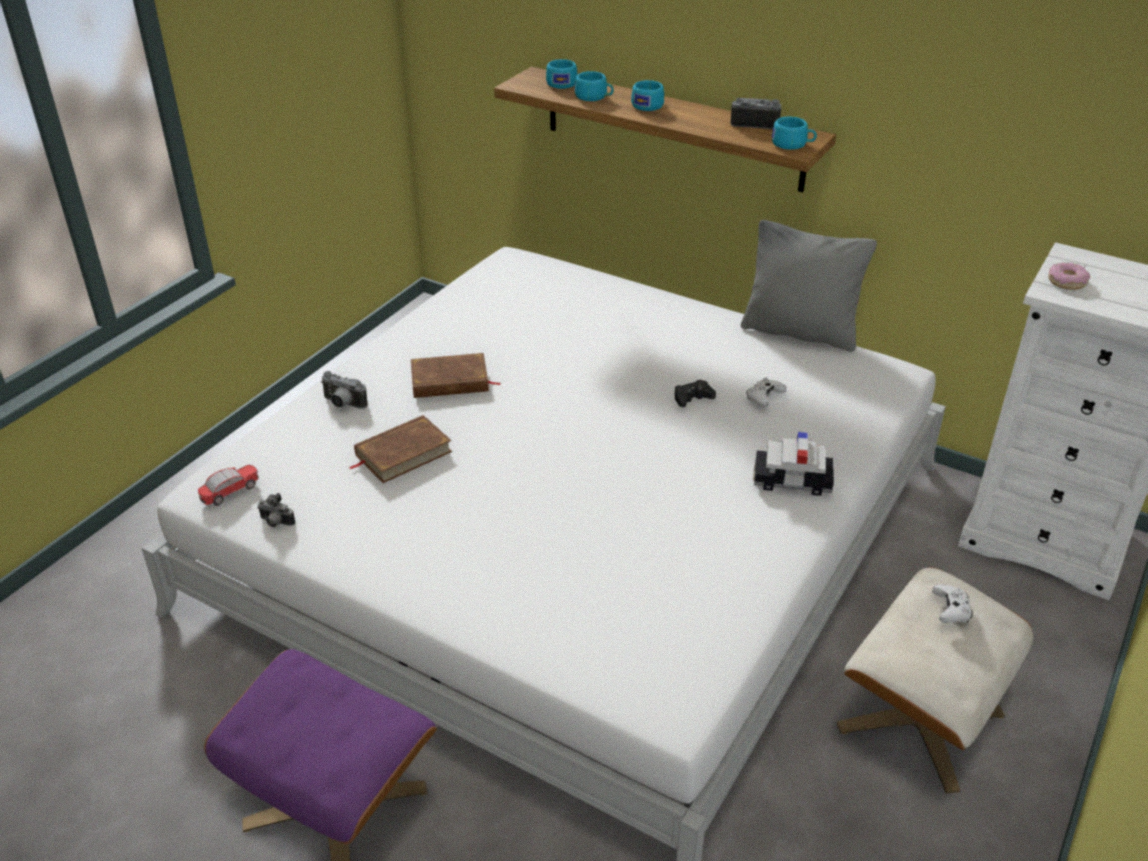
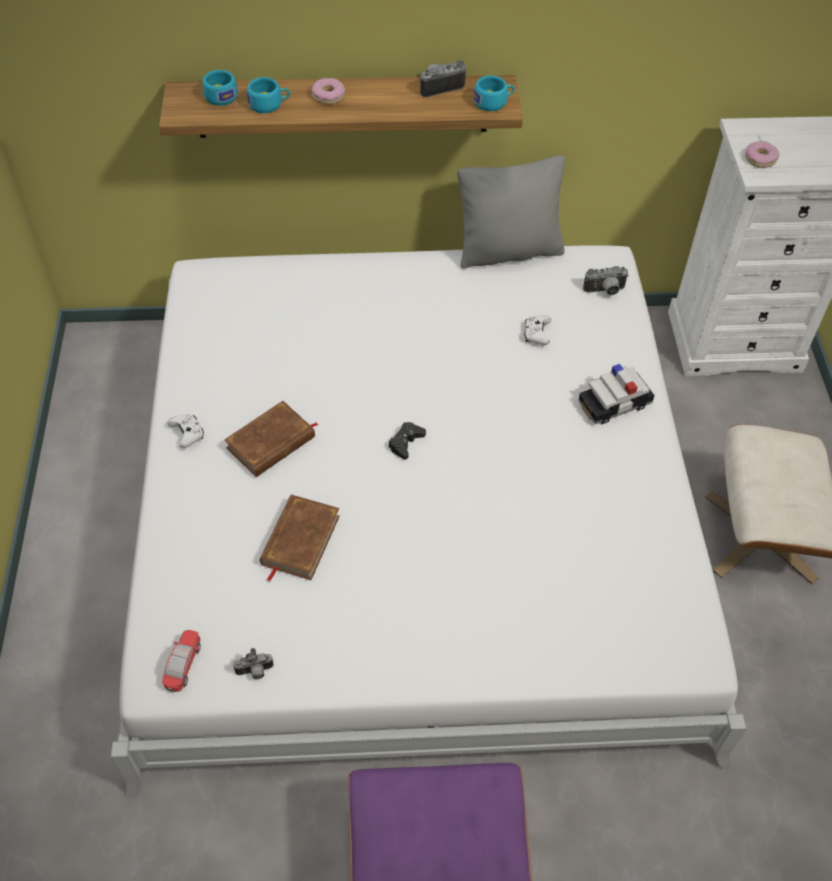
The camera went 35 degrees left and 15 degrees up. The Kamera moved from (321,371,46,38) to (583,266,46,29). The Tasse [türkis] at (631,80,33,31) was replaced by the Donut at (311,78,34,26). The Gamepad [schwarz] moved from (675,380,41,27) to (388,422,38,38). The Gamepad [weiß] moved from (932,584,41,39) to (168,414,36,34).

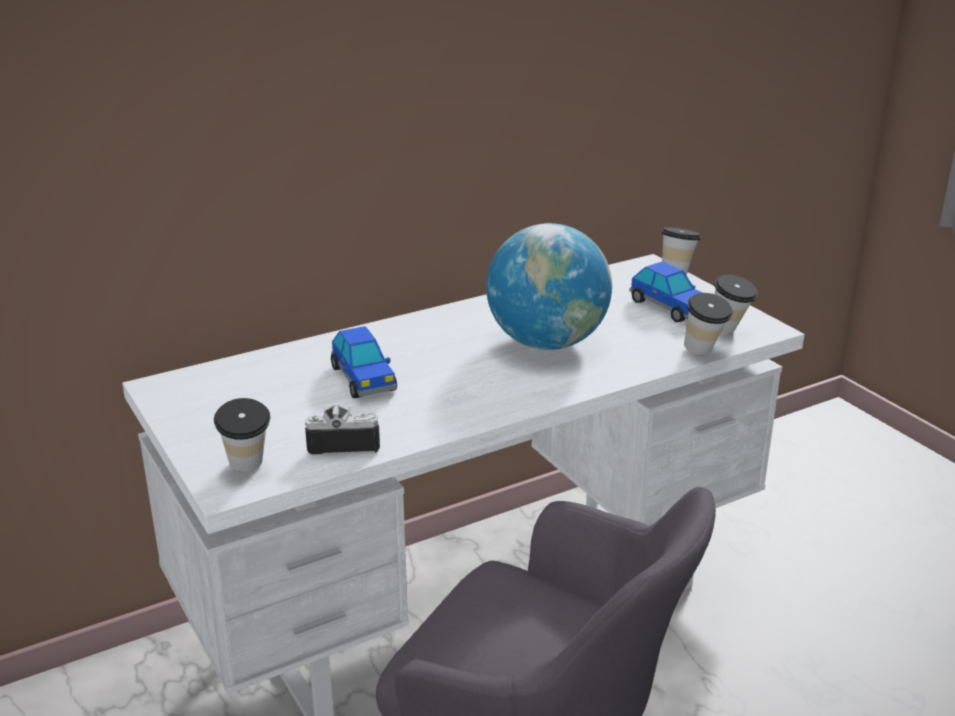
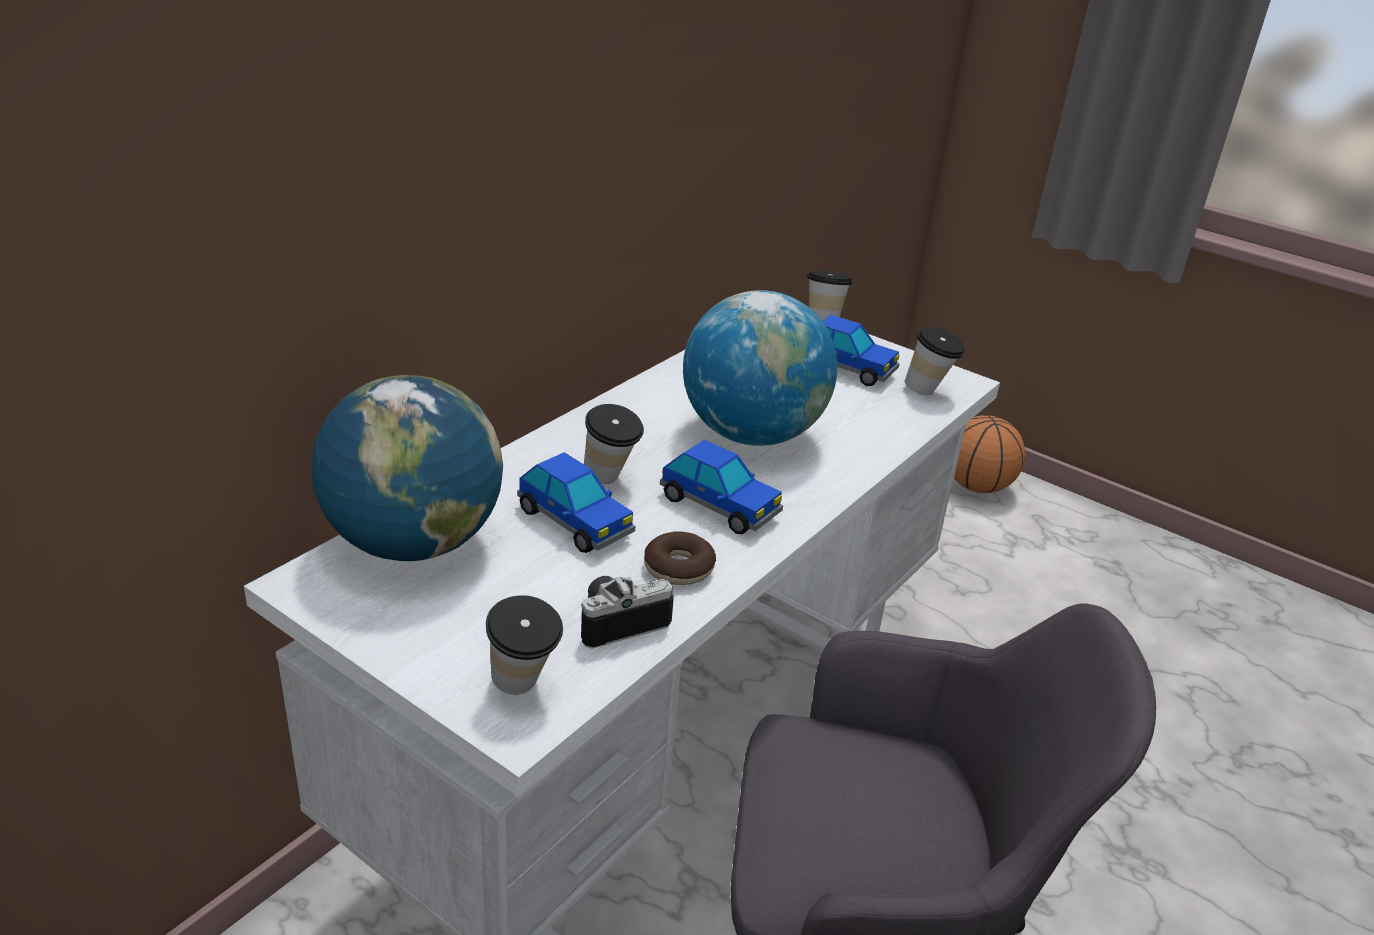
The camera went 25 degrees left and 5 degrees up. The Tasse moved from (684,293,49,62) to (584,404,60,80). The Globus at (312,375,191,186) appeared. The Donut at (644,532,72,53) appeared. The Spielzeugauto at (660,439,123,95) appeared. The Basketball at (954,415,72,78) appeared.

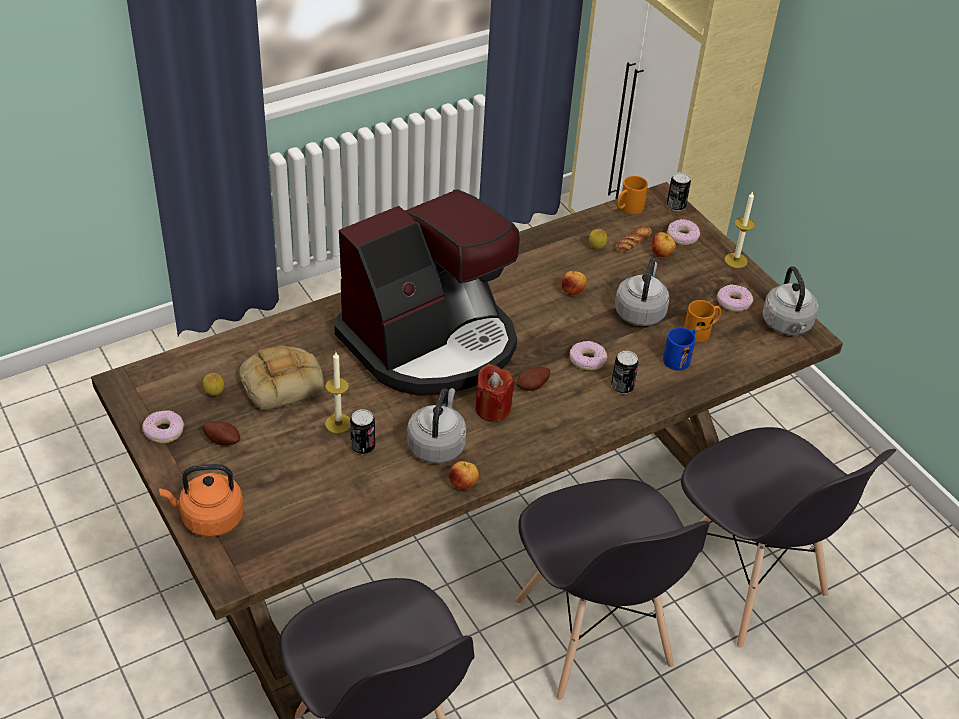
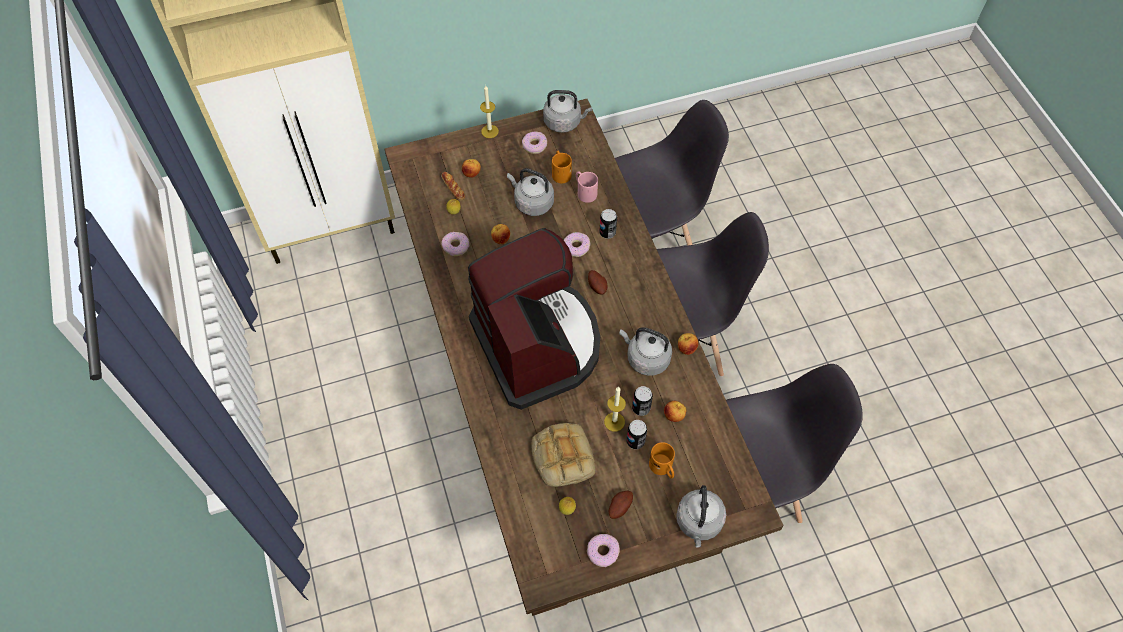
The camera went 75 degrees left and 15 degrees up. The Wasserkessel [orange] at (159,464,85,73) became the Wasserkessel [grau] at (676,485,50,62). The Kerze [rot] at (475,364,39,58) disappeared. The Henkelbecher [orange] moved from (617,176,31,38) to (649,442,26,37). The Henkelbecher [blau] at (663,327,33,44) became the Henkelbecher [rosa] at (576,171,22,32). The Dose moved from (667,172,24,39) to (626,420,21,29). The Donut moved from (667,219,33,26) to (441,232,28,24). The Apfel at (664,401,22,21) appeared.

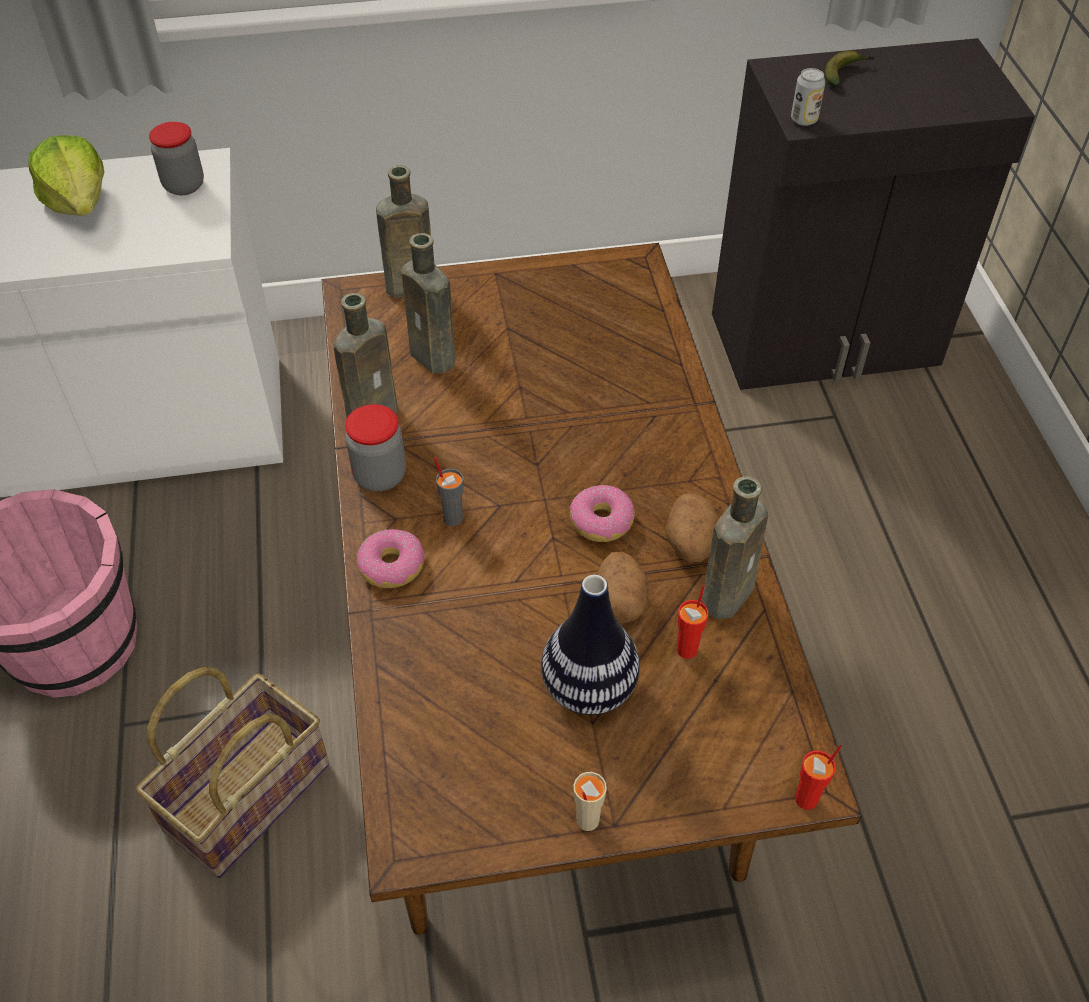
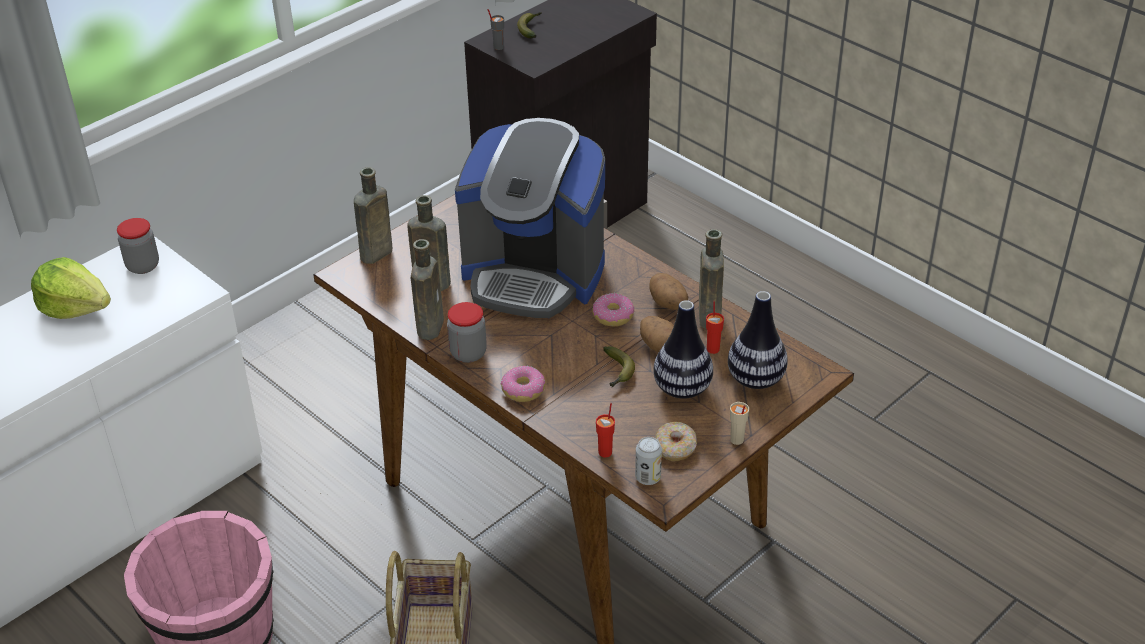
The camera went 35 degrees left and 10 degrees down. The Tasse [grau] moved from (434,457,30,69) to (487,9,17,41). The Dose moved from (791,68,35,58) to (635,437,27,48). The Tasse [rot] moved from (795,745,47,65) to (596,403,19,54). The Kaffeemaschine at (455,118,150,200) appeared. The Banane at (603,346,32,41) appeared. The Donut at (655,422,42,39) appeared. The Vase at (728,291,60,98) appeared.

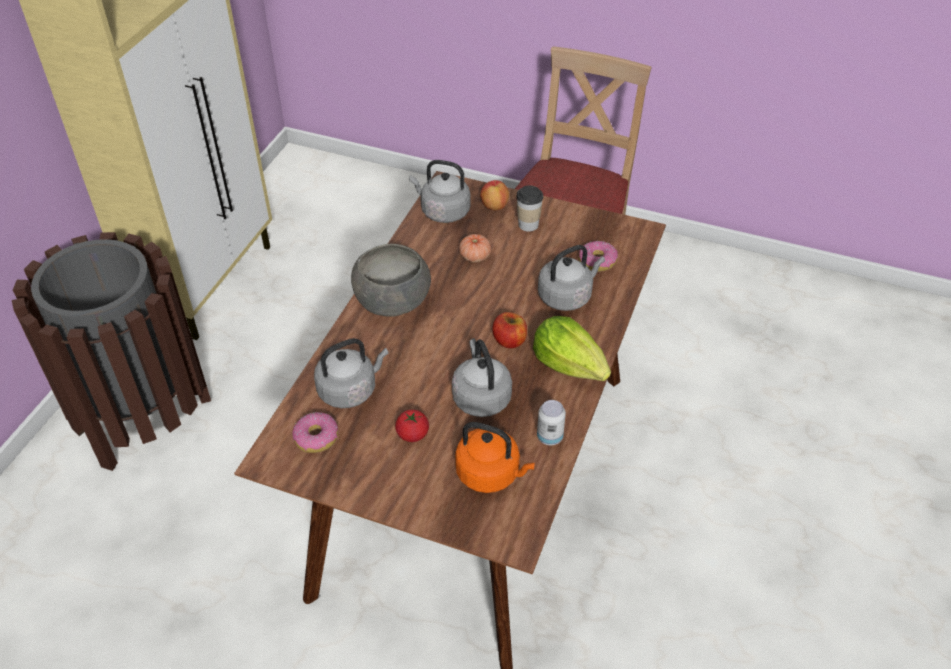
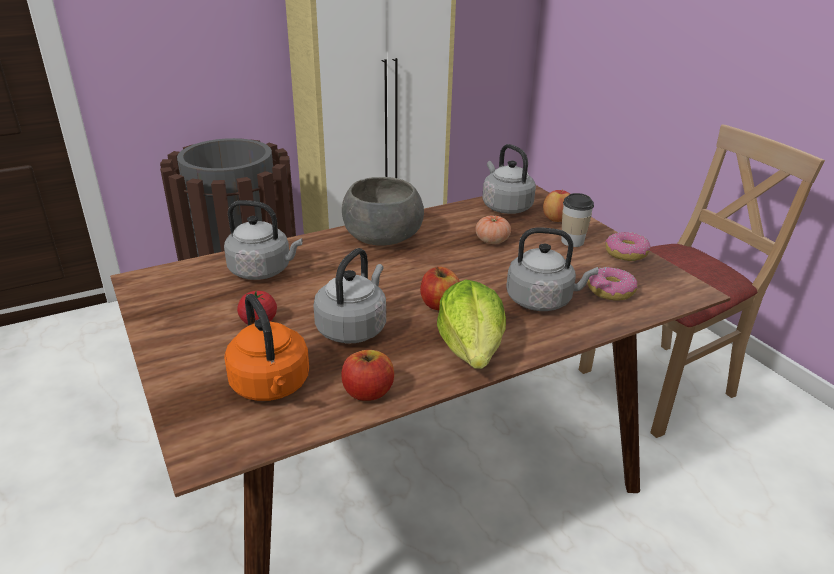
The camera went 40 degrees right and 15 degrees down. The Donut moved from (292,412,46,41) to (605,232,45,29). The Dose at (537,400,29,45) was replaced by the Apfel at (341,350,53,51).

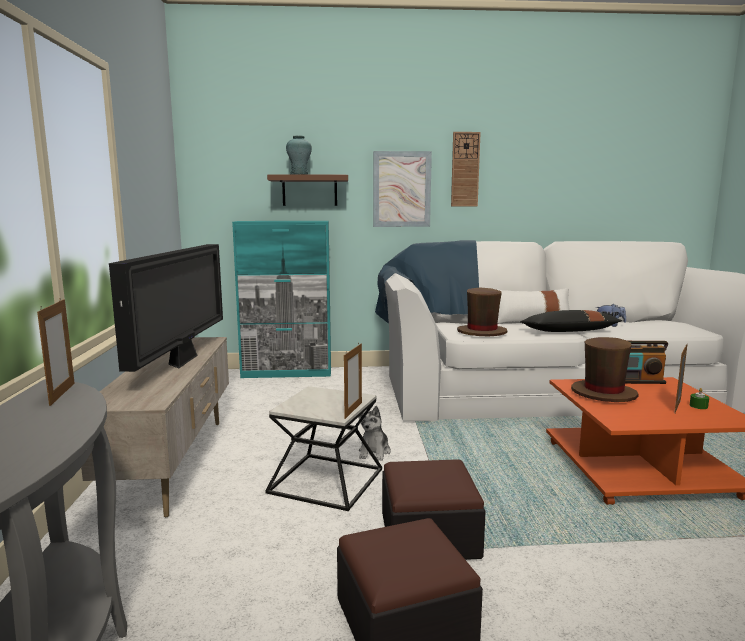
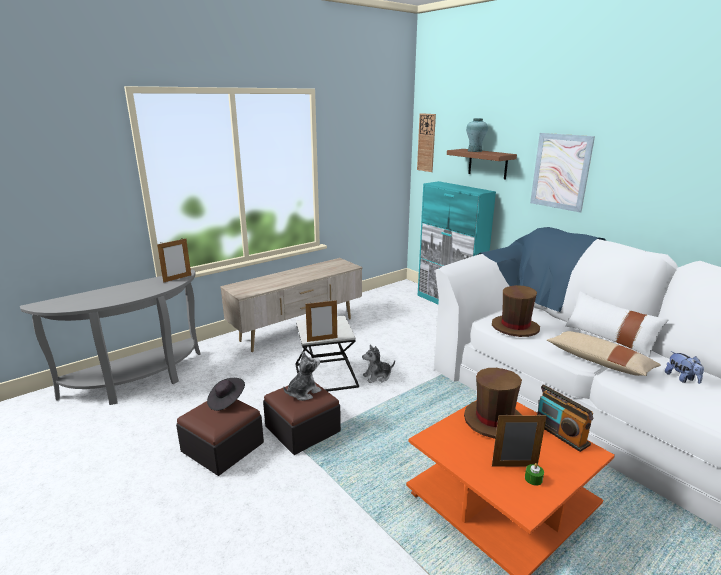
The camera went 55 degrees right and 10 degrees up. The Fernseher at (109,244,114,128) disappeared. The Wanduhr moved from (451,132,30,74) to (417,113,19,59). The Kissen [schwarz] at (520,310,102,22) became the Kissen [beige] at (547,331,114,45). The Hut [schwarz] at (207,378,38,33) appeared. The Plüschtier at (283,351,39,50) appeared.

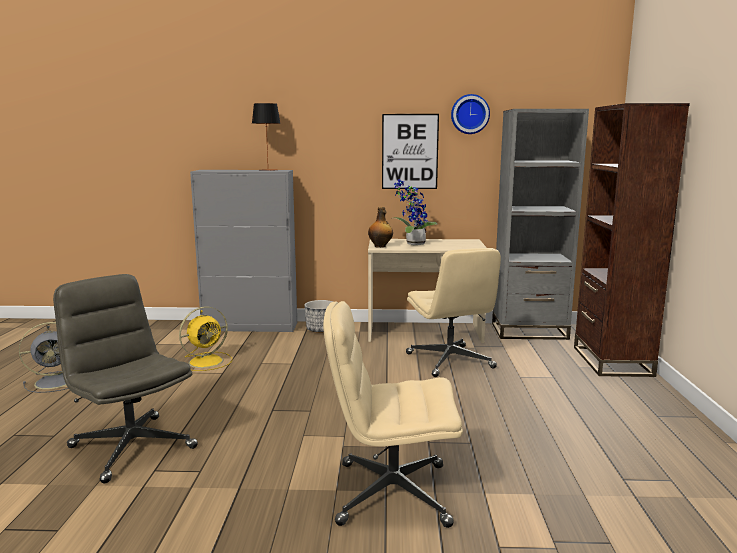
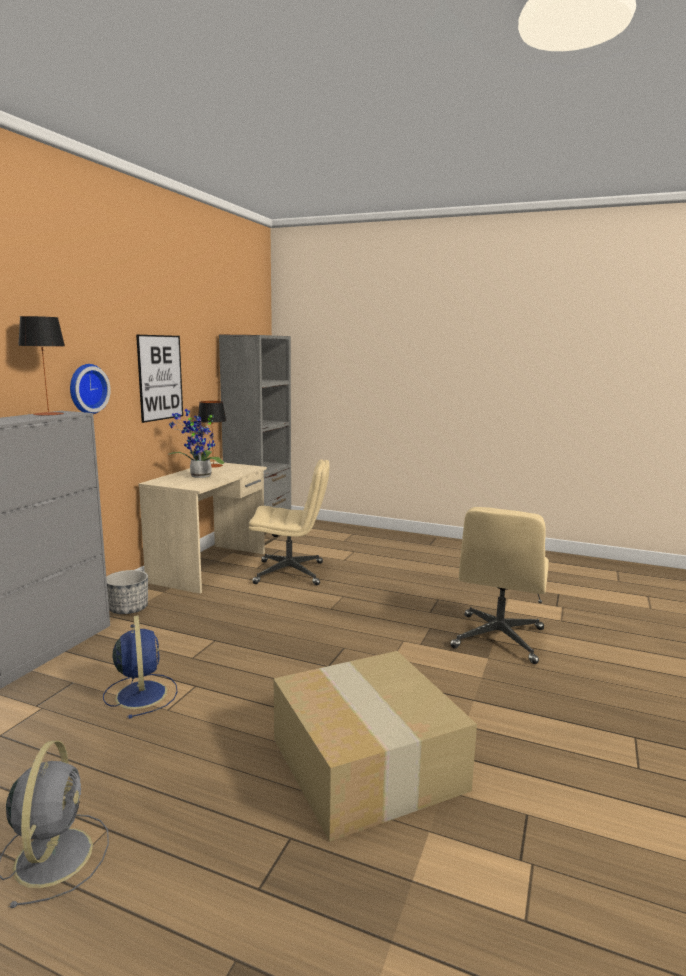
The camera went 70 degrees left and 0 degrees up. The Bürostuhl [grau] at (53,274,145,209) was replaced by the Karton at (273,651,204,191). The Ventilator [gelb] at (179,307,53,64) became the Ventilator [blau] at (103,615,75,104). The Flasche at (368,207,25,41) disappeared. The Wanduhr moved from (451,94,39,40) to (70,364,41,50). The Bücherregal [braun] at (574,103,116,274) disappeared. The Tischlampe at (198,401,28,67) appeared.

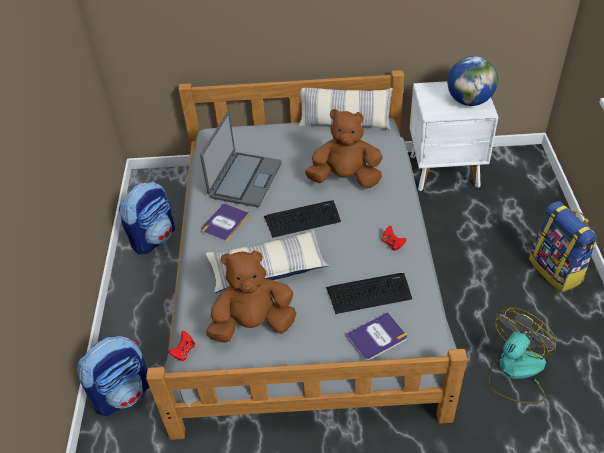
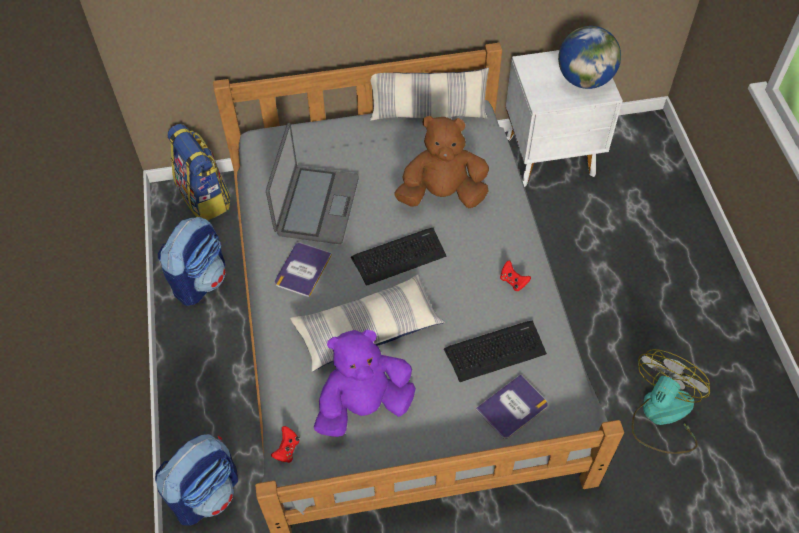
The camera went 10 degrees left and 10 degrees up. The Plüschtier [braun] at (206,250,91,93) became the Plüschtier [lila] at (314,329,102,108). The Rucksack moved from (529,201,68,91) to (167,124,63,97).

